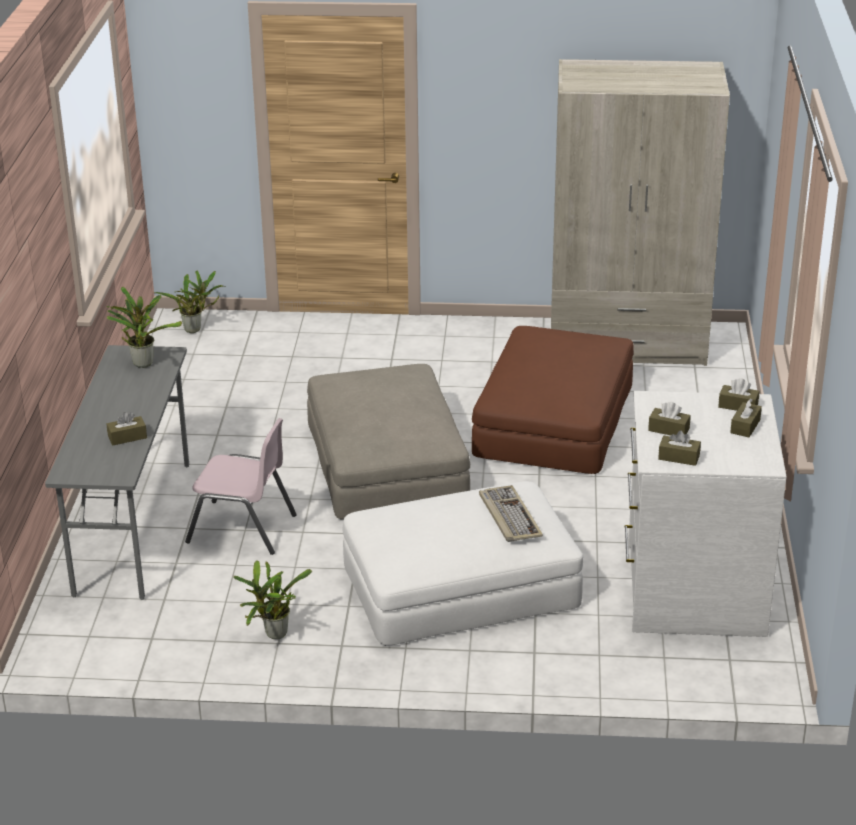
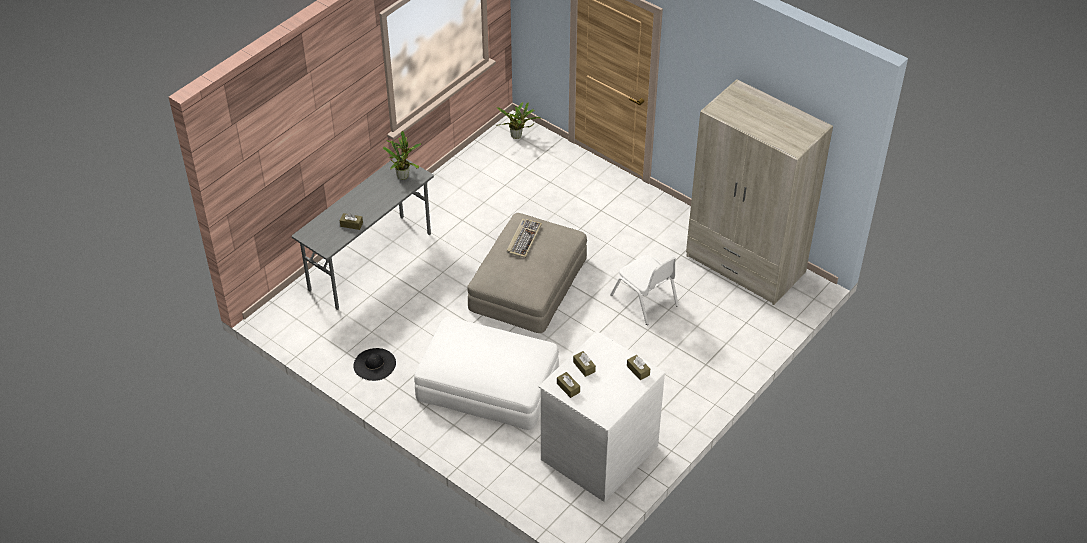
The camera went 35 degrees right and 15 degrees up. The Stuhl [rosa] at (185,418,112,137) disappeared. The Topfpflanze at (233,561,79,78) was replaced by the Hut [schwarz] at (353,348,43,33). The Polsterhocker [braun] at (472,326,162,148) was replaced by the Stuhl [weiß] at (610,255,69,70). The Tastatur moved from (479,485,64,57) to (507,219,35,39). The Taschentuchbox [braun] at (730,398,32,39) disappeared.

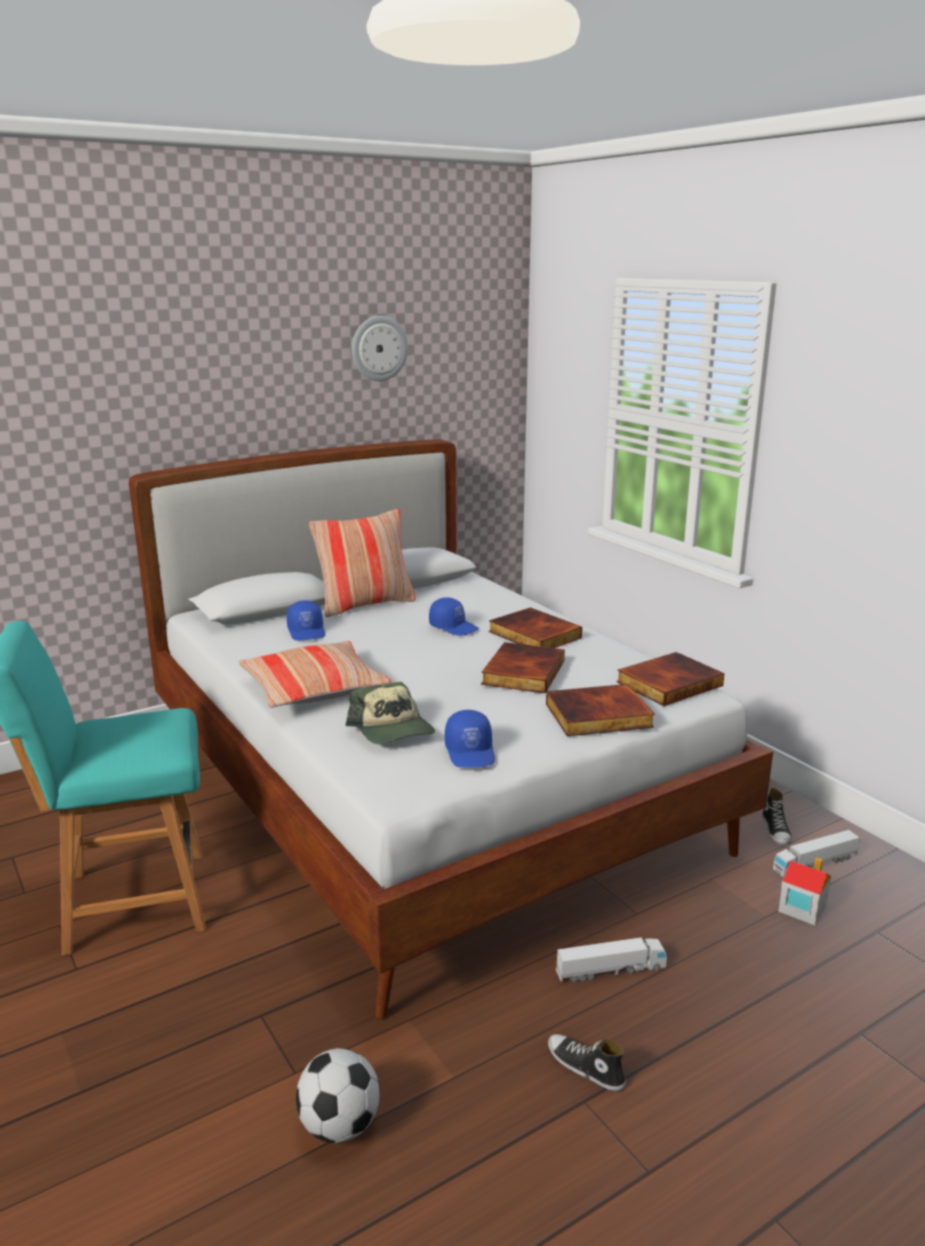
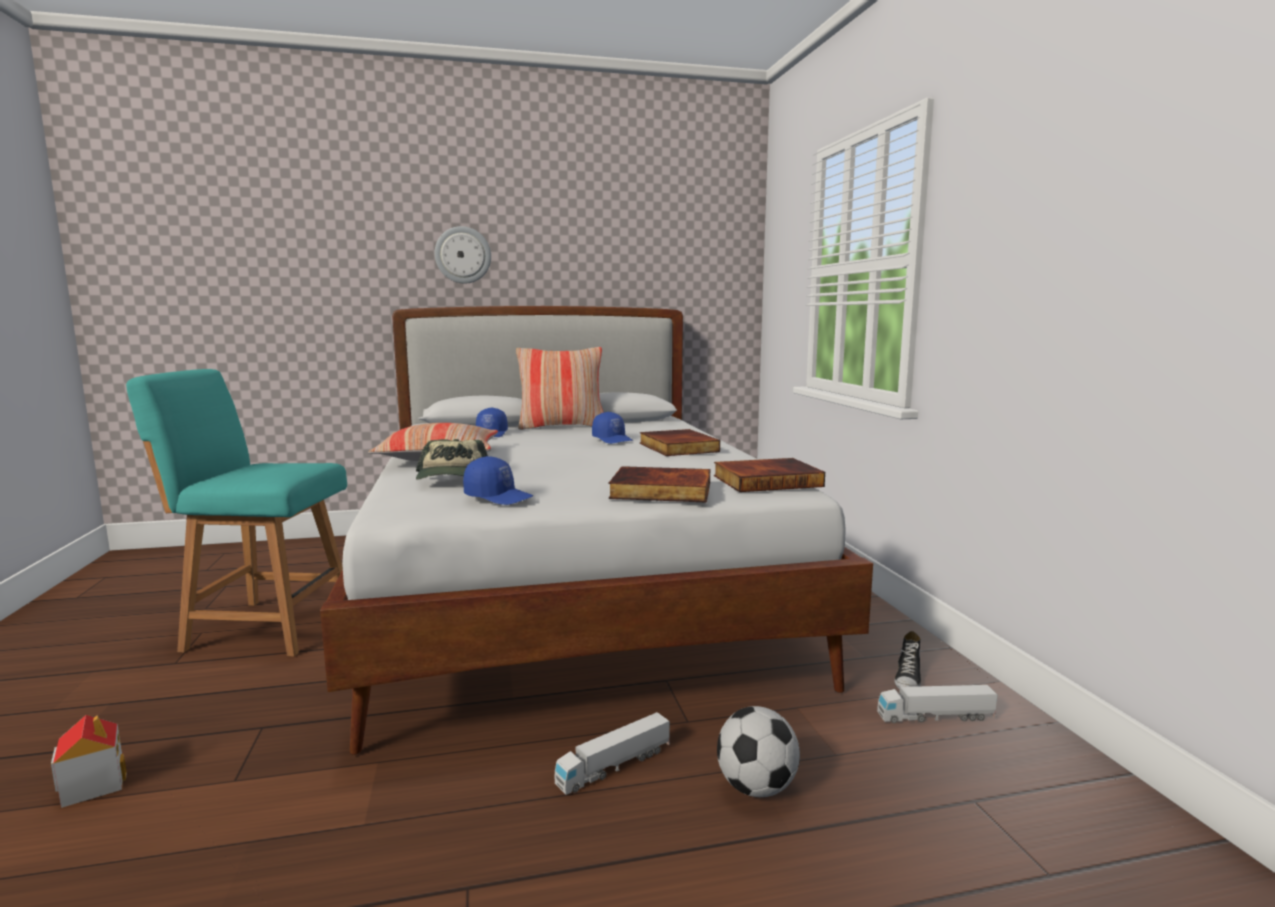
The camera went 20 degrees right and 10 degrees down. The Fußball moved from (296,1048,84,95) to (717,706,83,91). The Wanduhr moved from (352,316,56,65) to (435,226,56,58). The Kappe [blau] at (445,710,50,58) turned 75 degrees counterclockwise. The Buch at (481,642,84,52) disappeared. The Schuh at (548,1034,78,57) disappeared. The Spielzeuglaster at (555,937,112,46) turned 135 degrees clockwise. The Spielzeughaus moved from (778,857,53,68) to (51,715,76,93).

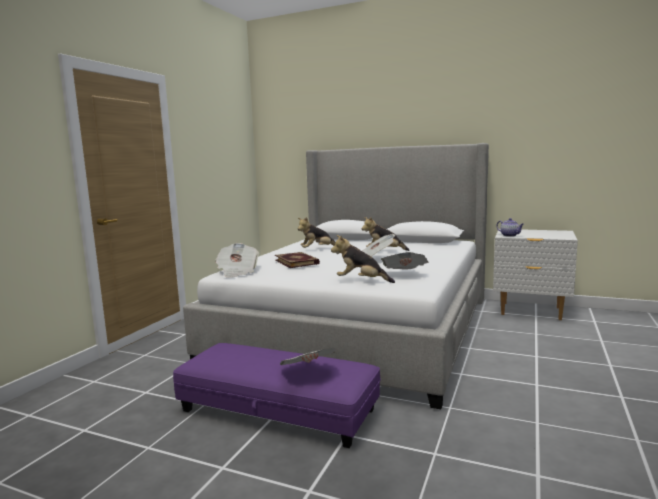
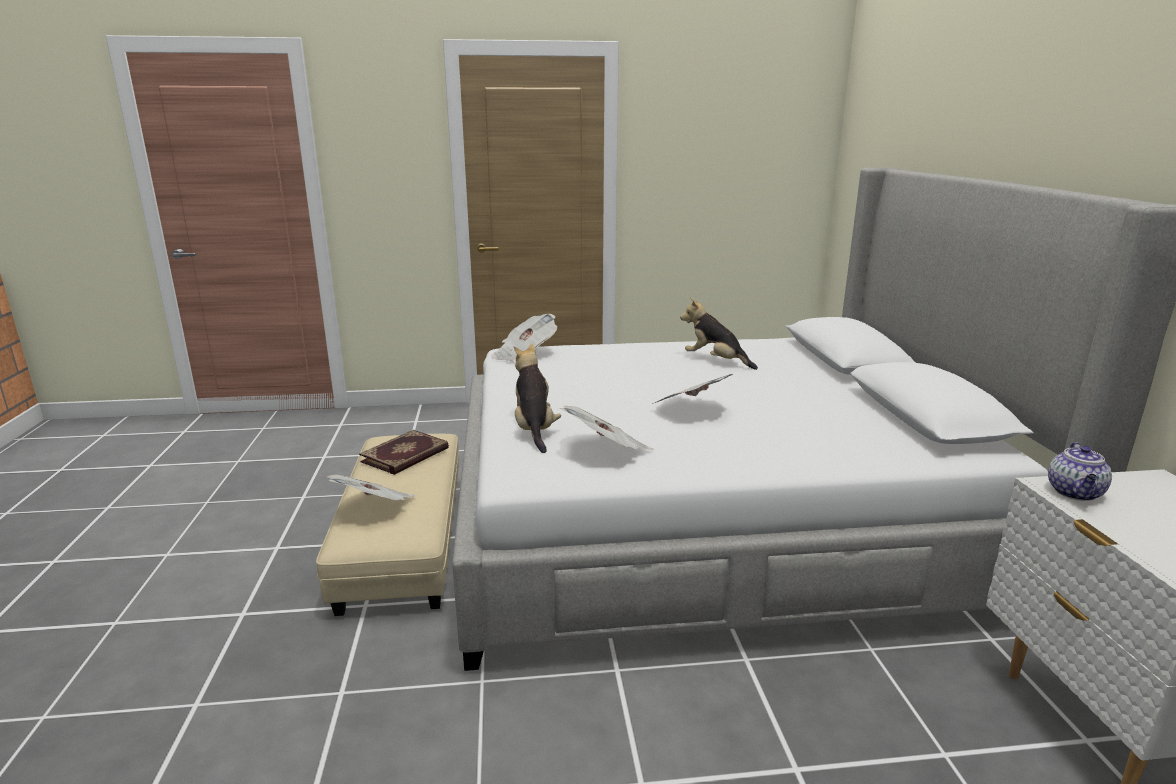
The camera went 60 degrees right and 10 degrees up. The Polsterhocker [lila] at (173,343,208,105) became the Polsterhocker [beige] at (316,434,143,182). The Buch moved from (275,252,45,16) to (359,430,90,45). The Plüschtier at (362,217,48,34) disappeared.

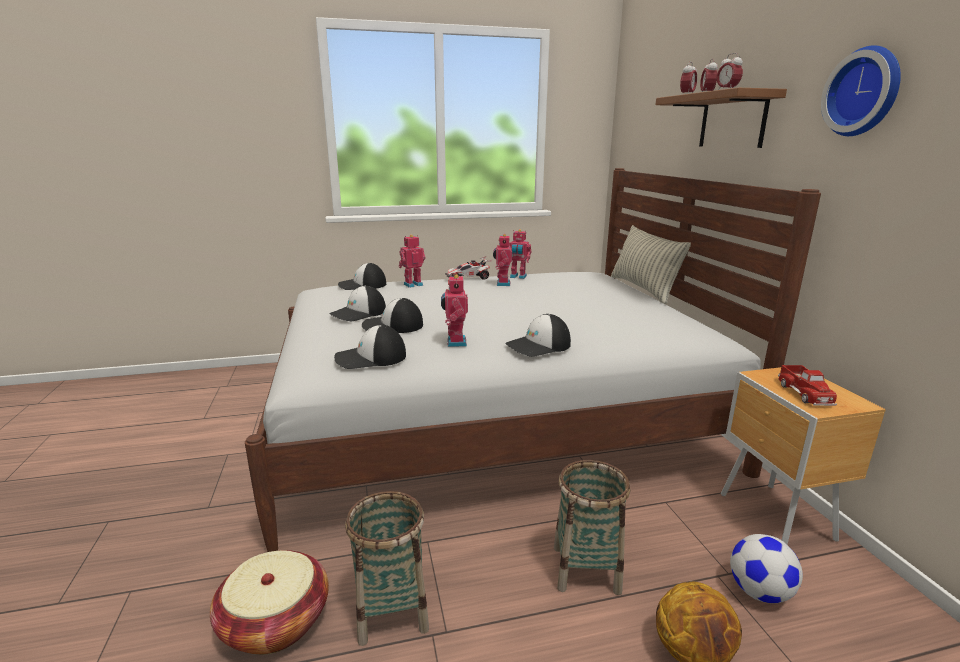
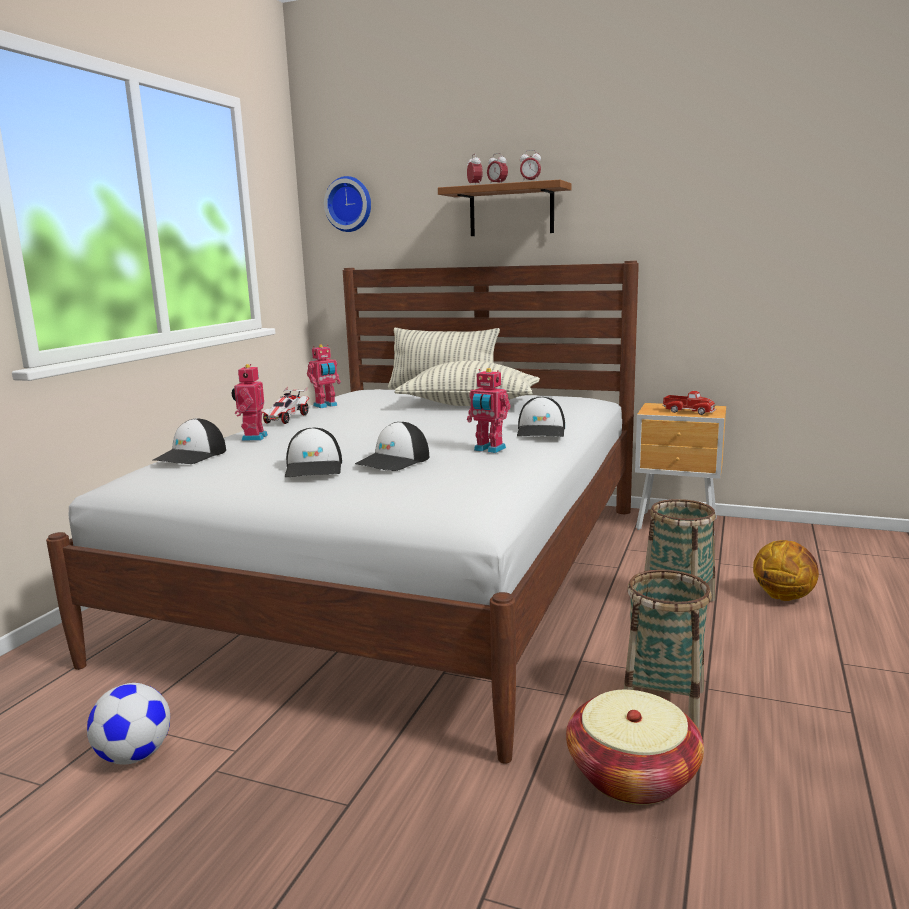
The camera went 55 degrees left and 5 degrees down. The Kappe at (334,325,72,44) disappeared. The Spielzeugroboter at (493,234,19,52) disappeared. The Fußball moved from (730,534,73,69) to (87,683,83,82). The Wanduhr moved from (821,45,80,91) to (324,176,47,56). The Kissen at (394,361,146,45) appeared.

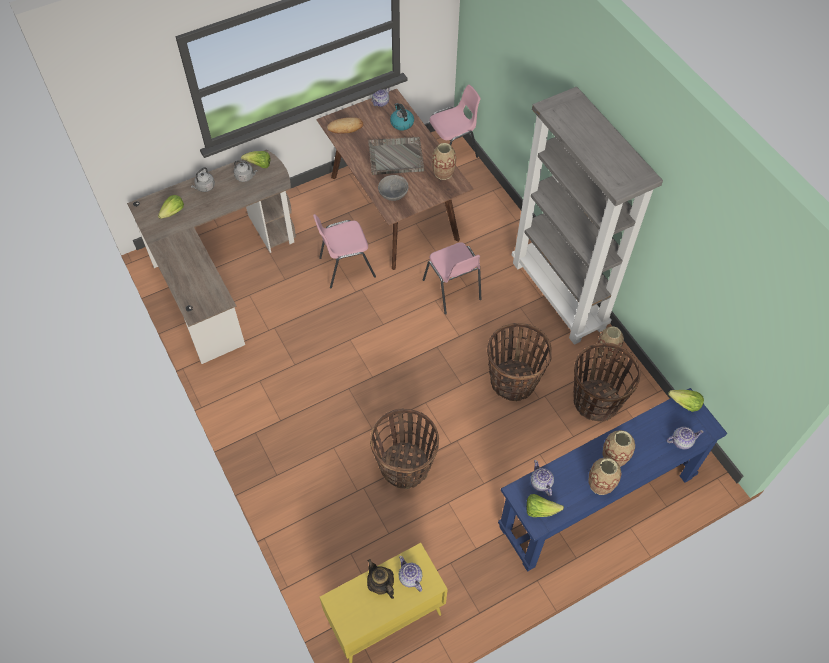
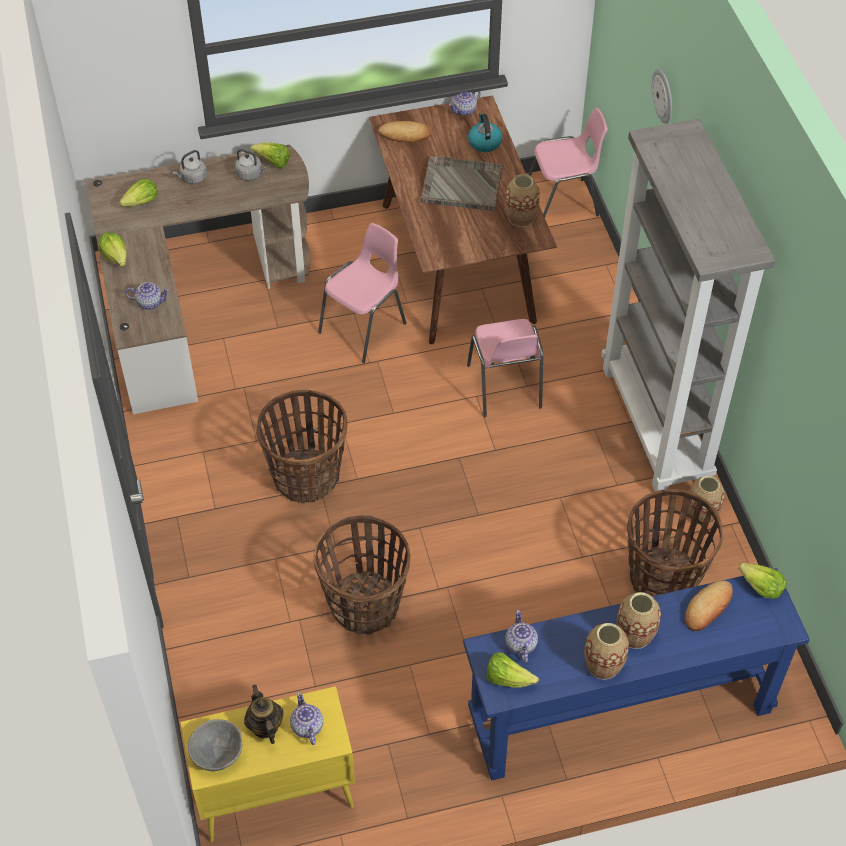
The camera went 15 degrees right and 5 degrees down. The Stuhl [rosa] at (313,214,63,74) turned 135 degrees clockwise. The Schüssel [grau] moved from (378,175,30,26) to (188,719,54,52). The Korb moved from (487,323,65,78) to (256,390,91,114). The Teekanne moved from (667,427,37,23) to (125,282,45,28). The Salatkopf at (98,232,29,34) appeared. The Wanduhr at (652,69,20,55) appeared. The Brot at (685,581,48,50) appeared.

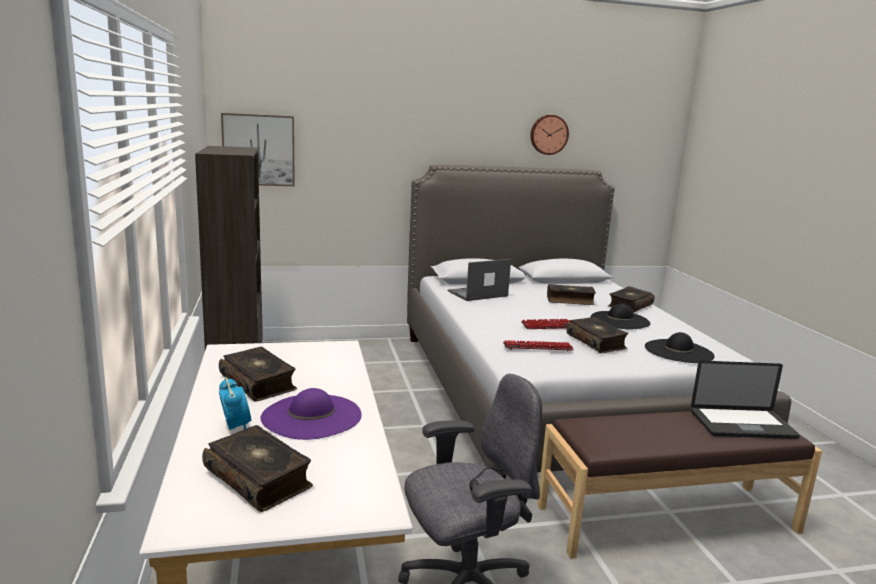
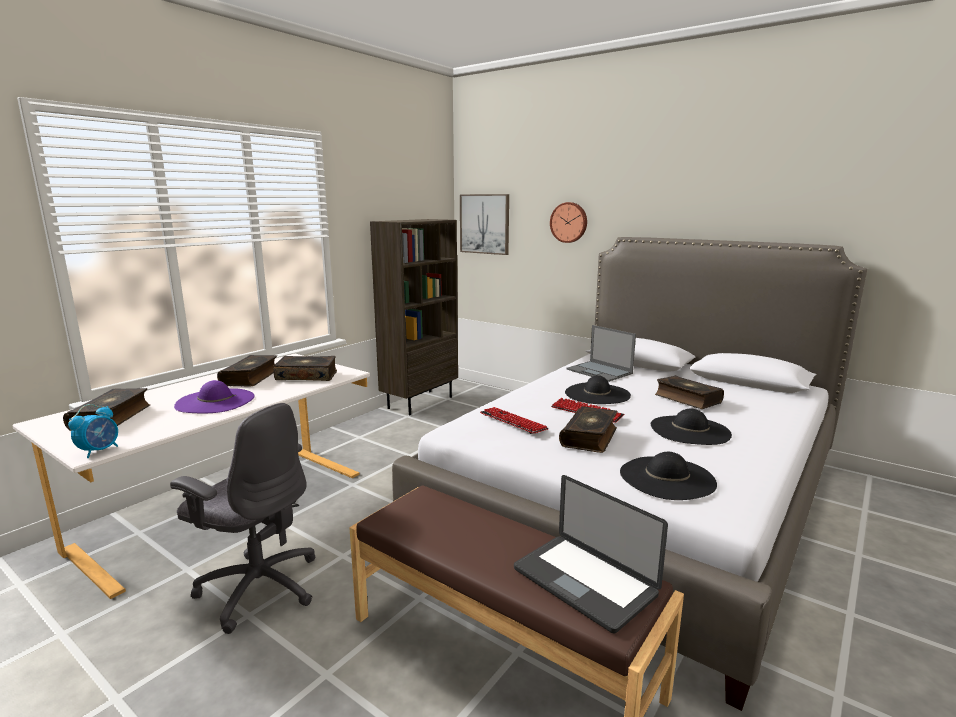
The camera went 50 degrees right and 0 degrees up. The Wecker moved from (219,377,32,53) to (68,404,50,54). The Laptop at (448,259,63,42) turned 150 degrees counterclockwise. The Wanduhr moved from (530,115,39,40) to (550,202,37,41). The Buch moved from (608,286,47,27) to (273,356,64,25). The Hut [schwarz] at (565,375,66,29) appeared.

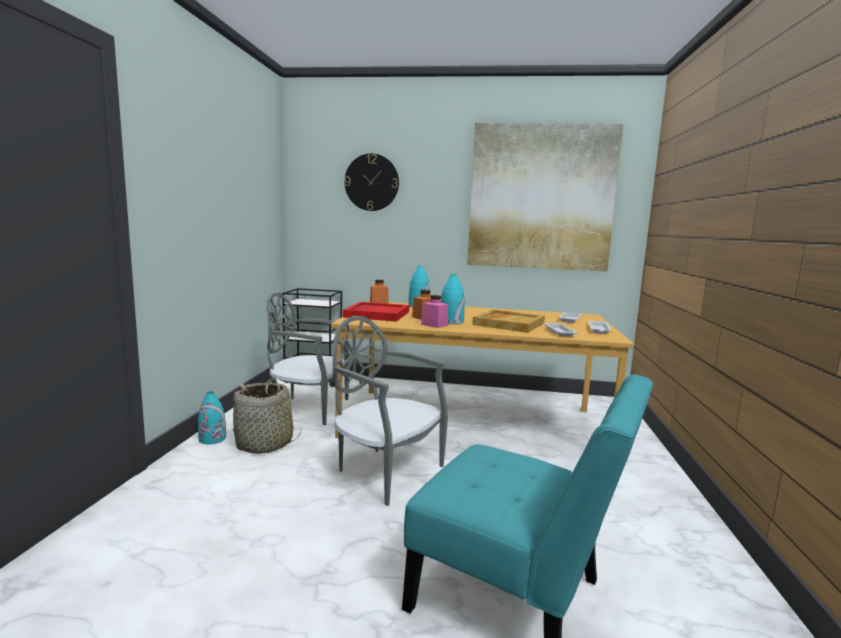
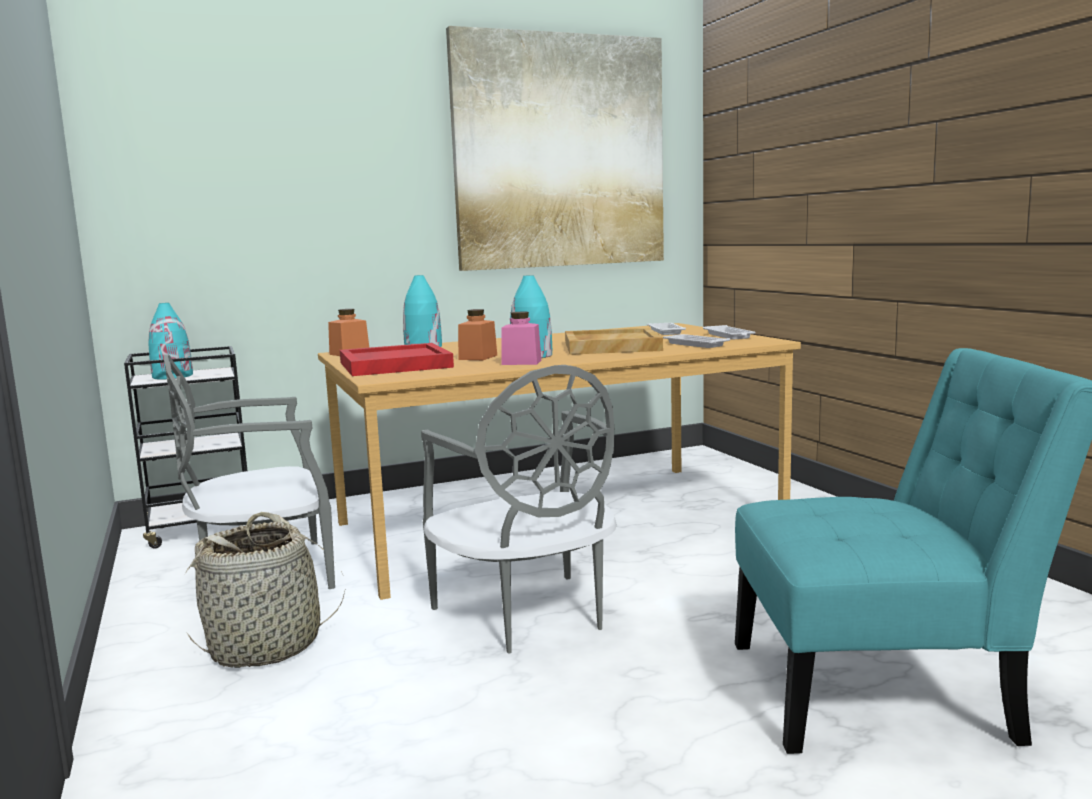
The camera went 30 degrees left and 0 degrees up. The Vase [türkis] moved from (198,392,28,52) to (148,303,45,76). The Stuhl [grau] at (333,316,115,190) turned 120 degrees counterclockwise. The Wanduhr at (344,153,55,58) disappeared.

